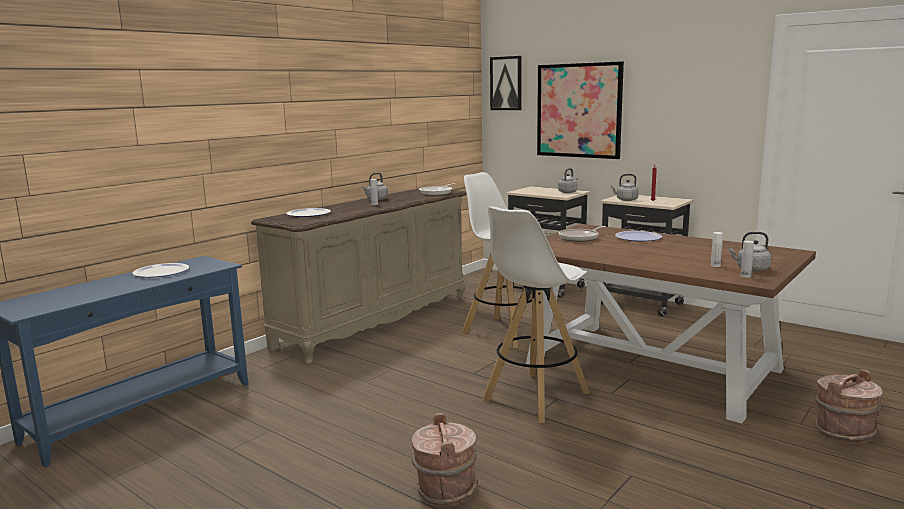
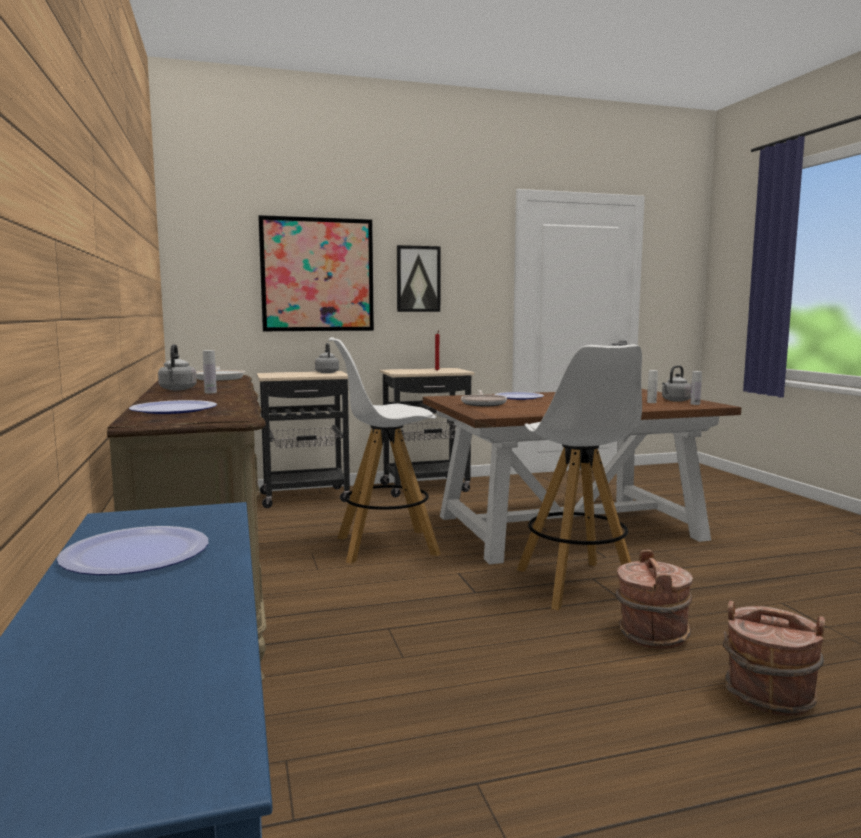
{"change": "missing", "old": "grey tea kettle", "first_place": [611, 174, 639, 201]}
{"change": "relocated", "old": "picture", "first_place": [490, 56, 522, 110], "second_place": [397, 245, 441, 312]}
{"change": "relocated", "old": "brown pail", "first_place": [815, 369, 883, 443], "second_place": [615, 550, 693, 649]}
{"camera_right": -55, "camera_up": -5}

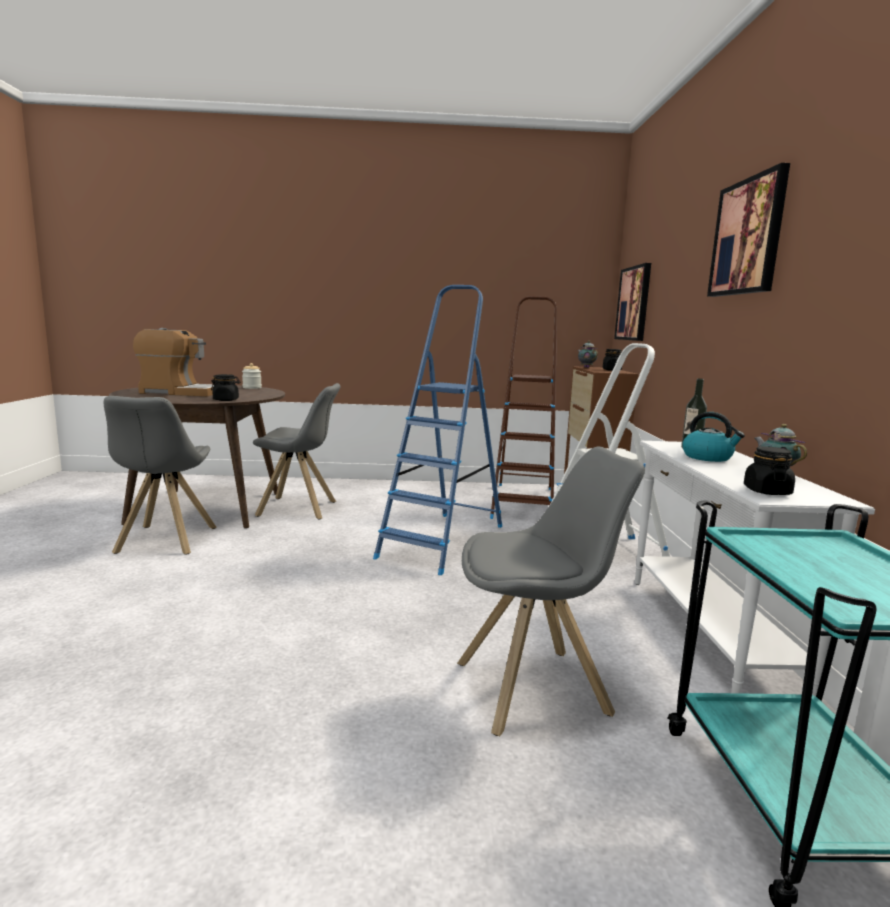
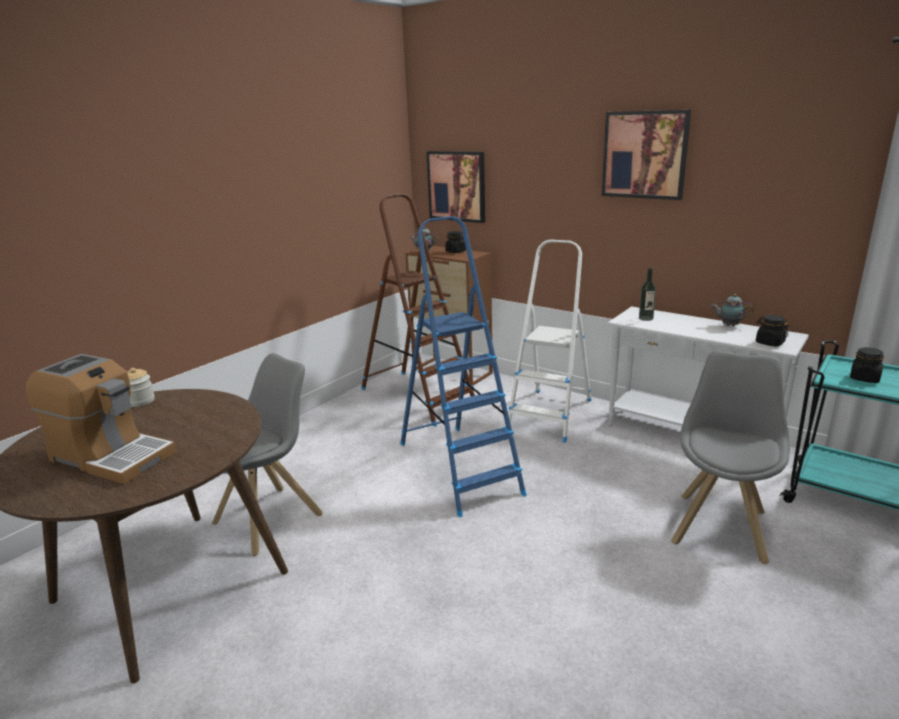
{"change": "missing", "old": "grey upright chair", "first_place": [104, 396, 217, 555]}
{"change": "missing", "old": "tea kettle", "first_place": [682, 412, 745, 462]}
{"change": "relocated", "old": "blackish jar", "first_place": [211, 374, 240, 401], "second_place": [850, 347, 884, 383]}
{"change": "spun", "old": "coffee brewer", "first_place": [133, 328, 216, 396], "second_place": [26, 354, 177, 484], "degrees": 75}
{"camera_right": -50, "camera_up": 10}

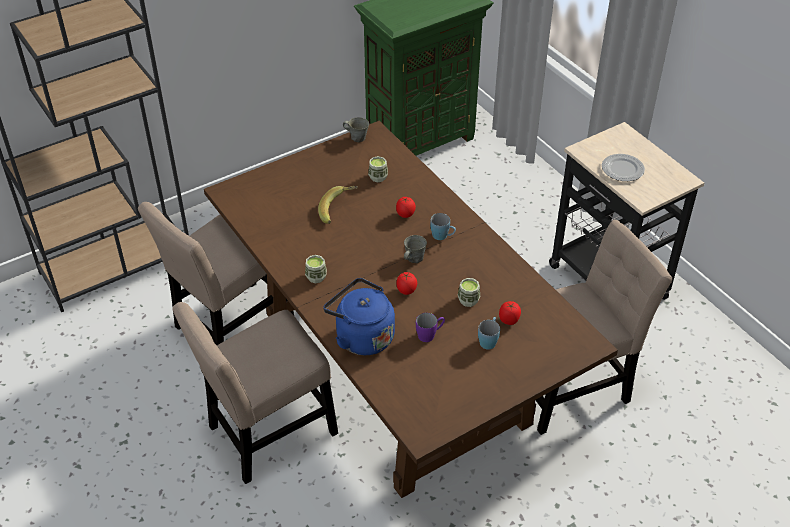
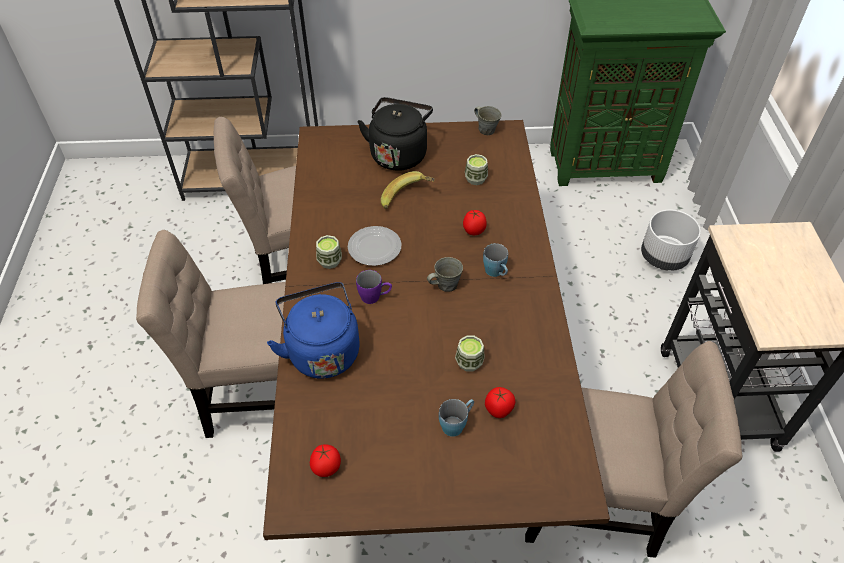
{"change": "appeared", "new": "blackish tea kettle", "second_place": [357, 97, 433, 171]}
{"change": "appeared", "new": "whitish planter", "second_place": [641, 210, 701, 271]}
{"change": "relocated", "old": "whole tomato", "first_place": [396, 272, 417, 295], "second_place": [310, 444, 341, 477]}
{"change": "relocated", "old": "purplish mug", "first_place": [416, 313, 445, 342], "second_place": [356, 270, 392, 304]}
{"change": "relocated", "old": "dinner plate", "first_place": [602, 154, 645, 181], "second_place": [348, 226, 402, 266]}
{"camera_right": 30, "camera_up": 5}

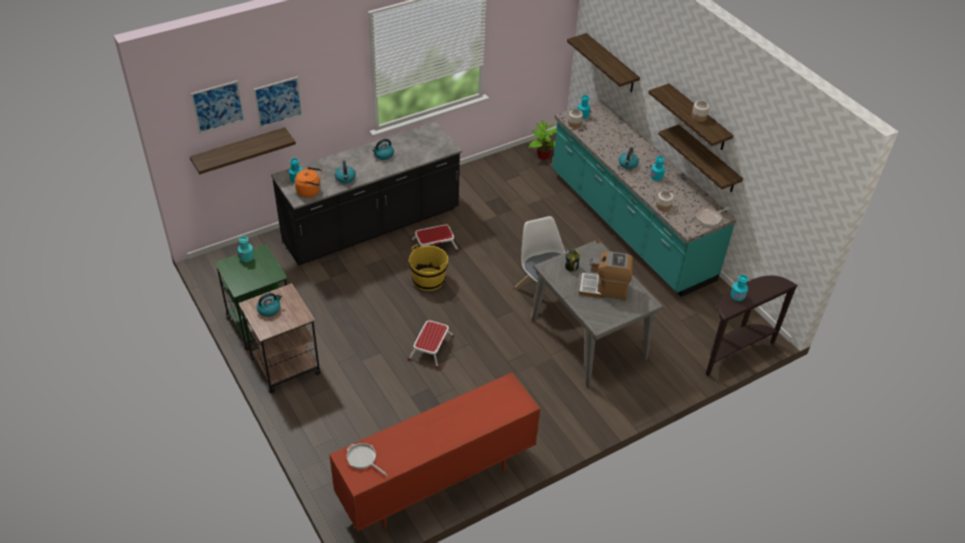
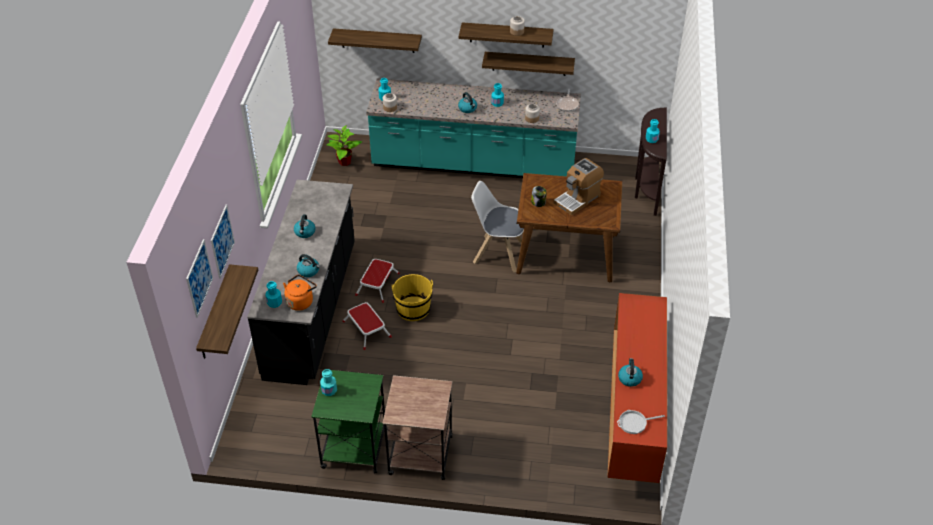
{"change": "relocated", "old": "tea kettle", "first_place": [257, 293, 282, 317], "second_place": [618, 358, 643, 387]}
{"change": "relocated", "old": "red stepladder", "first_place": [408, 320, 454, 369], "second_place": [342, 302, 392, 350]}
{"change": "colour", "old": "grey kitchen table", "new": "brown kitchen table", "first_place": [531, 240, 663, 387], "second_place": [516, 173, 622, 282]}
{"camera_right": -50, "camera_up": 0}

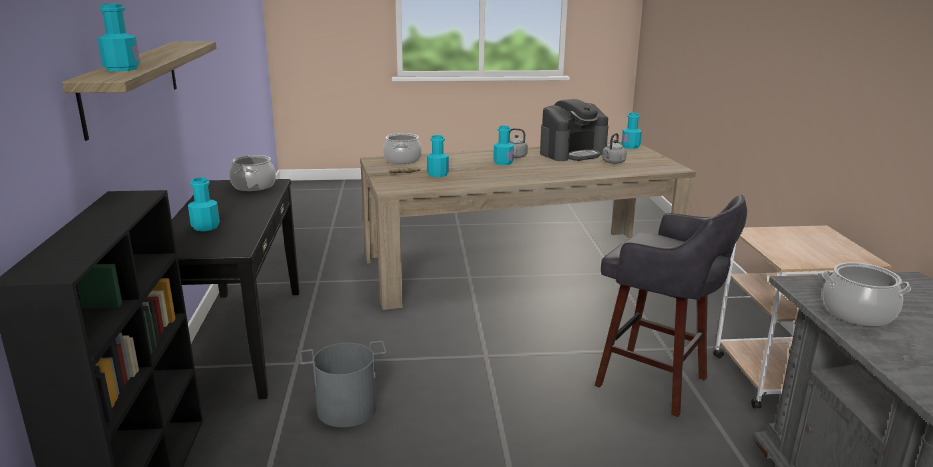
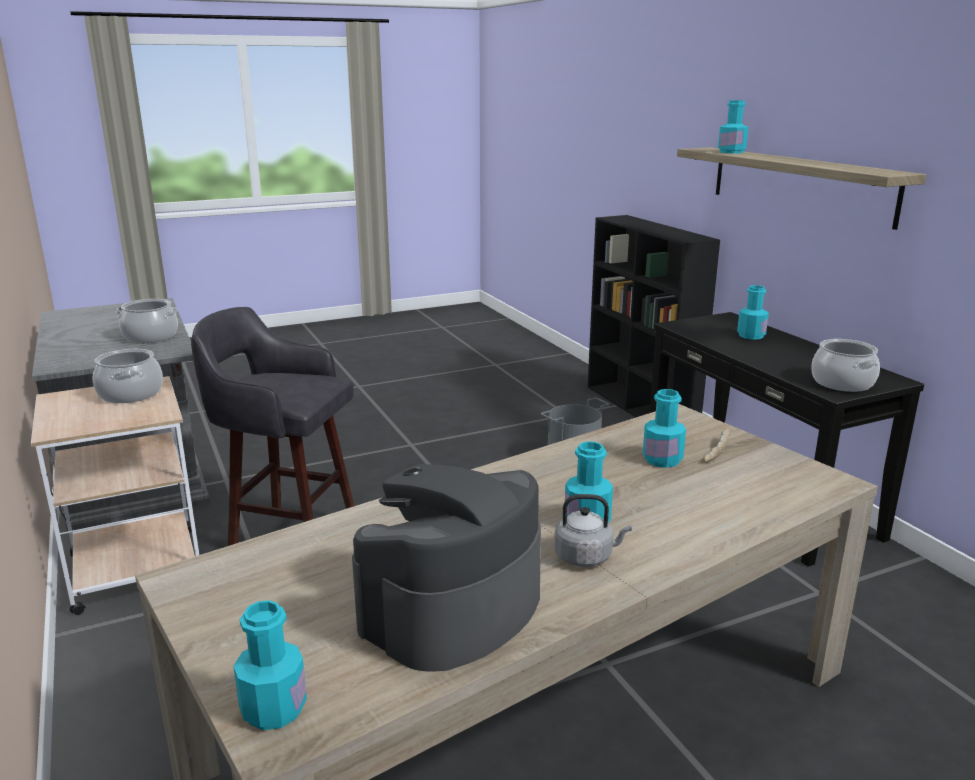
{"change": "missing", "old": "grey tea kettle", "first_place": [602, 133, 627, 164]}
{"change": "relocated", "old": "saucepot", "first_place": [383, 133, 422, 164], "second_place": [93, 349, 163, 403]}
{"camera_right": 160, "camera_up": 0}

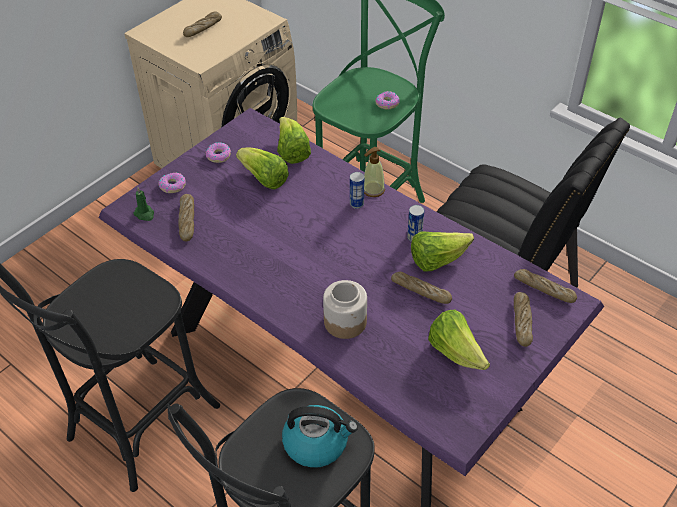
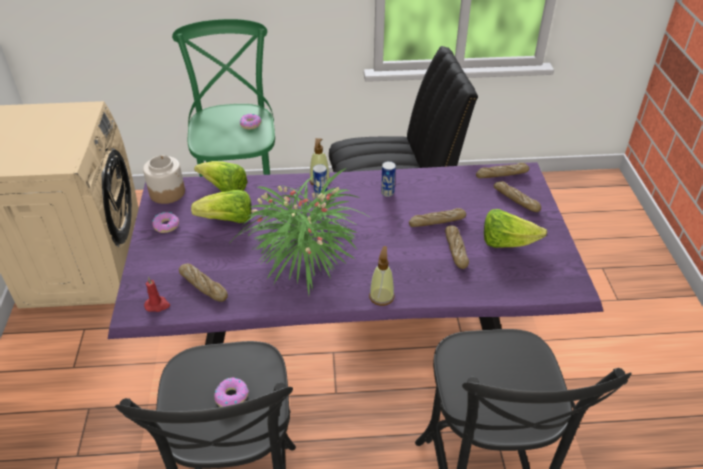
{"change": "missing", "old": "tea kettle", "first_place": [282, 405, 358, 468]}
{"change": "missing", "old": "lettuce head", "first_place": [411, 231, 474, 272]}
{"change": "appeared", "new": "plant in a pot", "second_place": [228, 168, 371, 295]}
{"change": "appeared", "new": "soap bottle", "second_place": [369, 246, 395, 306]}
{"change": "relocated", "old": "donut", "first_place": [158, 173, 186, 193], "second_place": [214, 378, 249, 407]}
{"change": "relocated", "old": "bread", "first_place": [183, 11, 222, 37], "second_place": [445, 225, 469, 269]}
{"change": "relocated", "old": "jar", "first_place": [323, 280, 367, 339], "second_place": [143, 155, 185, 204]}
{"change": "colour", "old": "green wax candle", "new": "red wax candle", "first_place": [134, 187, 154, 221], "second_place": [144, 277, 170, 312]}
{"camera_right": -45, "camera_up": -5}

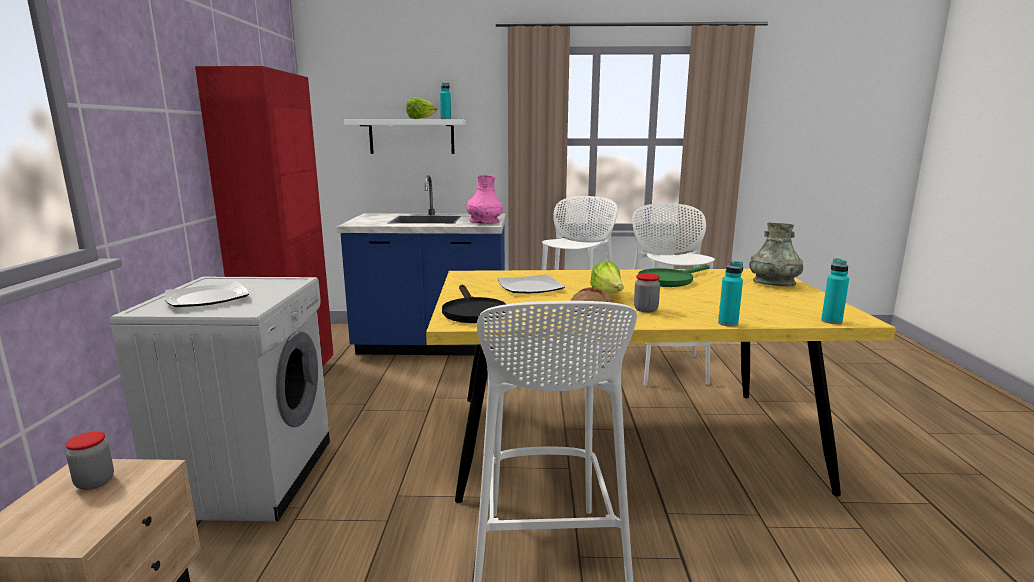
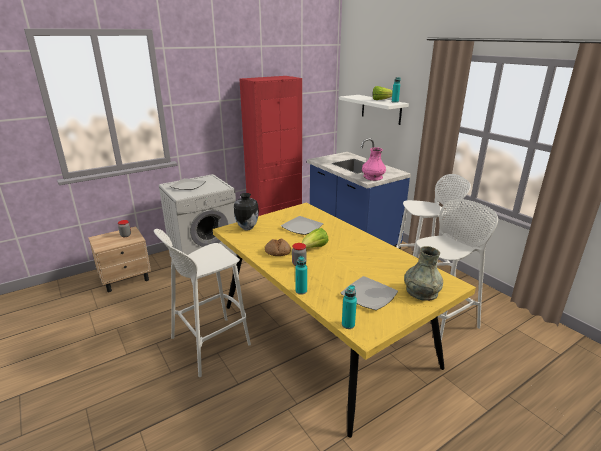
{"change": "missing", "old": "green skillet", "first_place": [638, 265, 710, 287]}
{"change": "appeared", "new": "dinner plate", "second_place": [341, 276, 398, 310]}
{"change": "exchanged", "old": "blackish skillet", "new": "decorative vase", "first_place": [442, 285, 506, 323], "second_place": [234, 193, 259, 230]}
{"camera_right": 55, "camera_up": 10}

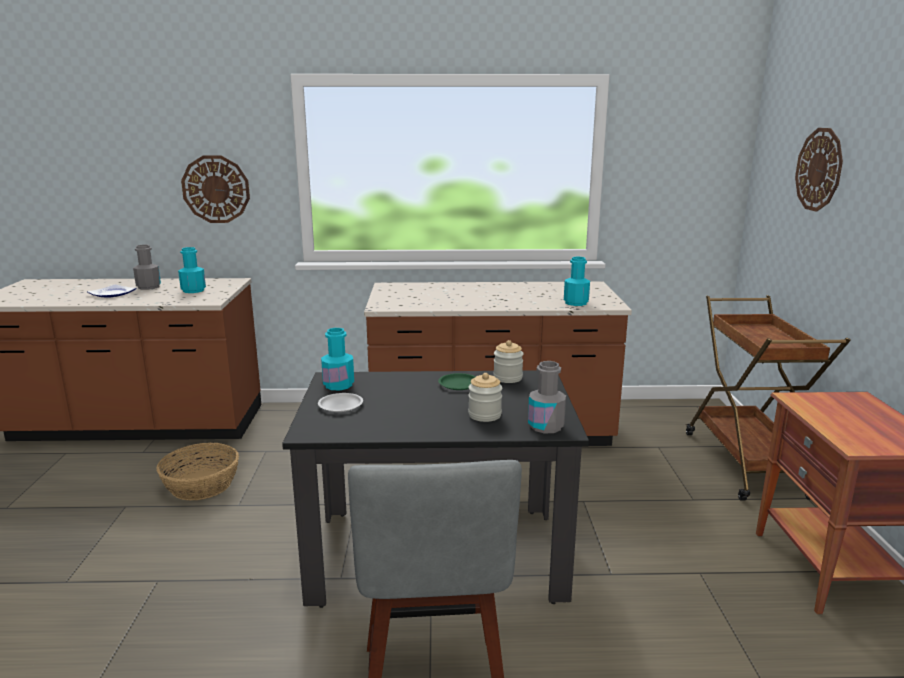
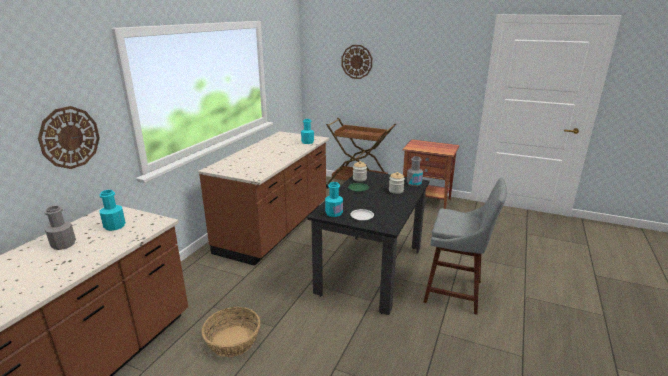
{"change": "missing", "old": "dinner plate", "first_place": [87, 284, 137, 297]}
{"camera_right": -65, "camera_up": 5}

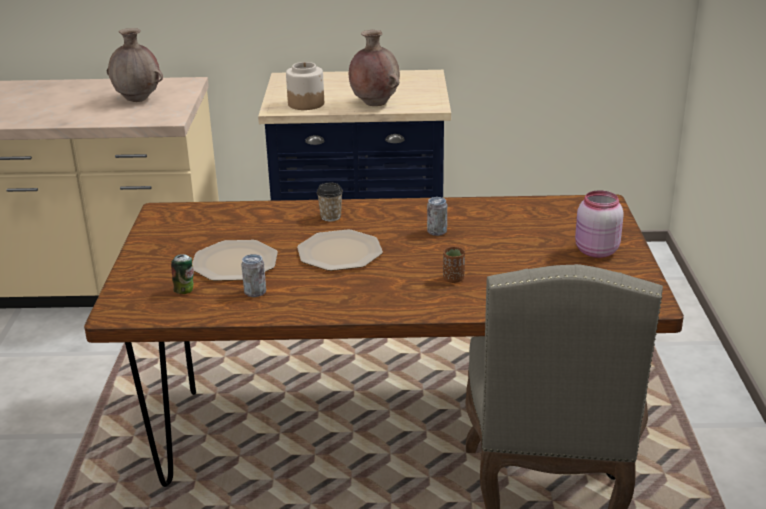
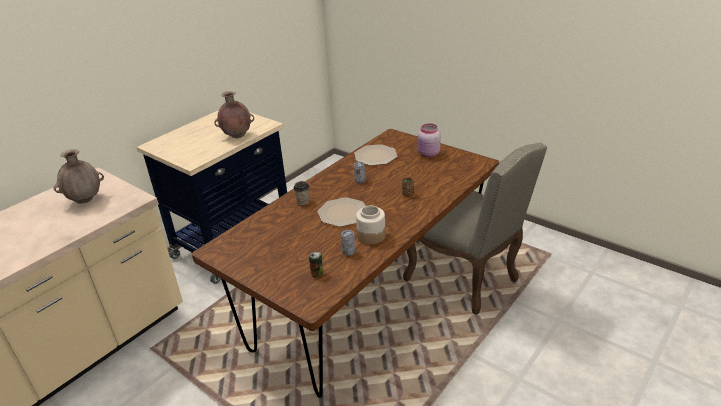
{"change": "relocated", "old": "dinner plate", "first_place": [192, 240, 278, 281], "second_place": [354, 144, 397, 166]}
{"change": "relocated", "old": "jar", "first_place": [286, 62, 324, 110], "second_place": [356, 206, 386, 245]}
{"camera_right": -50, "camera_up": 5}

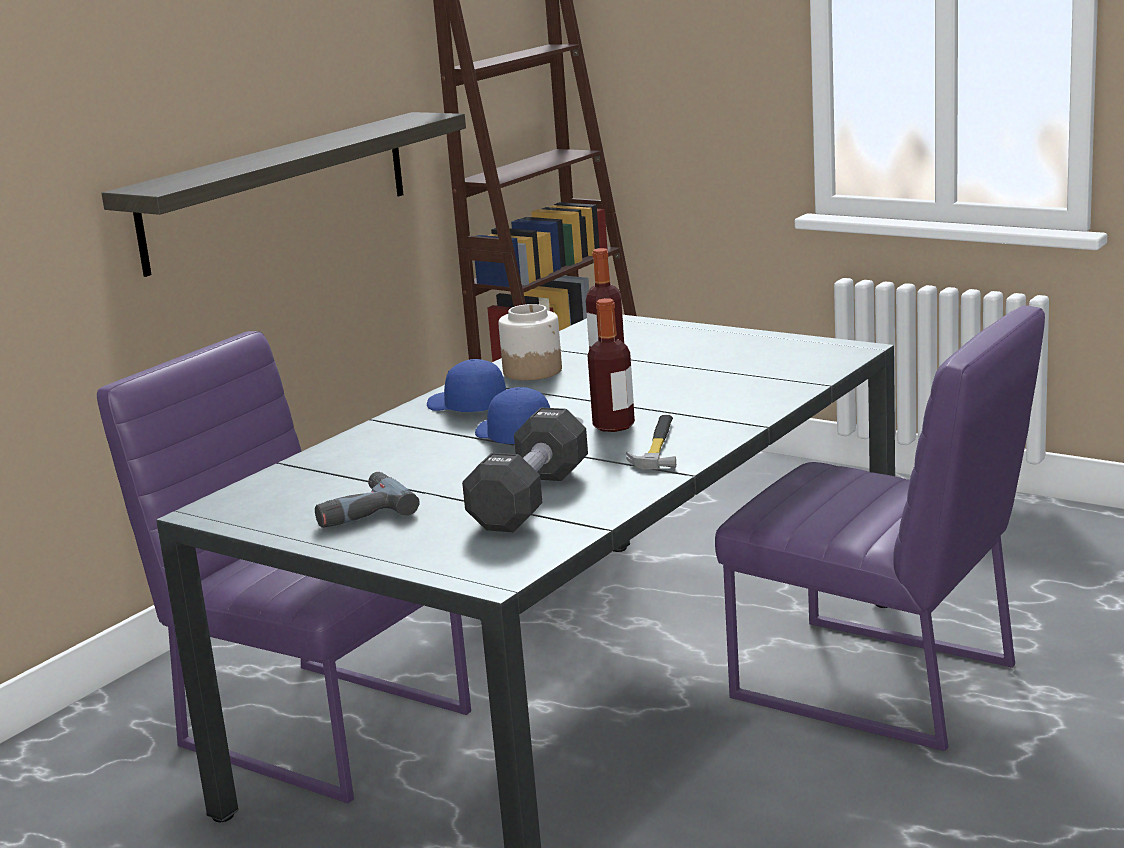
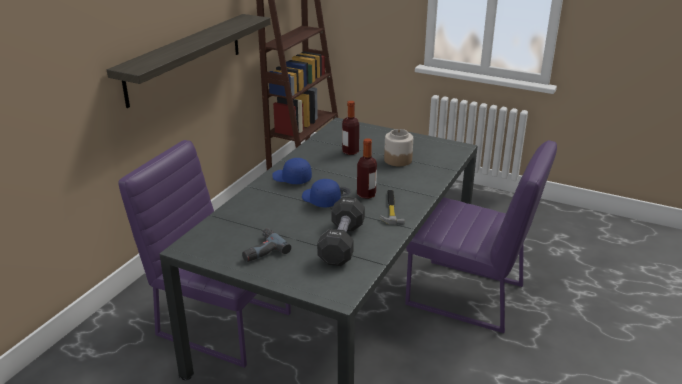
{"change": "relocated", "old": "jar", "first_place": [499, 304, 562, 381], "second_place": [384, 129, 413, 166]}
{"camera_right": -10, "camera_up": 10}

